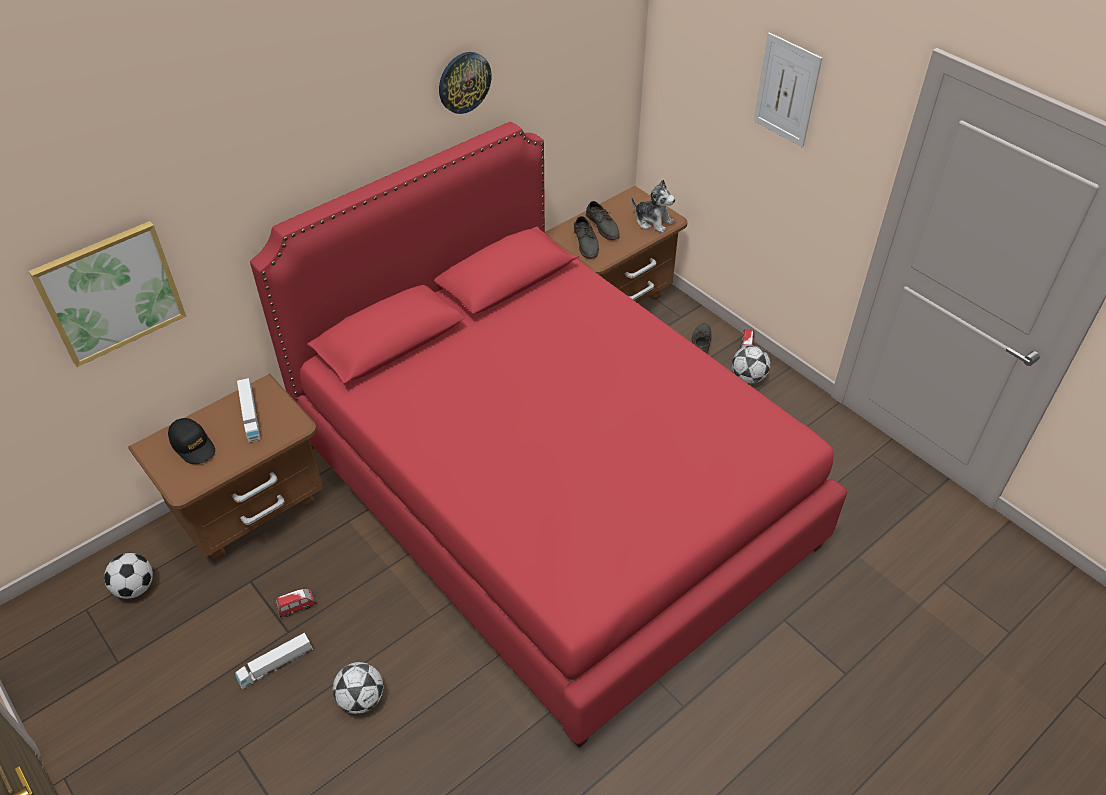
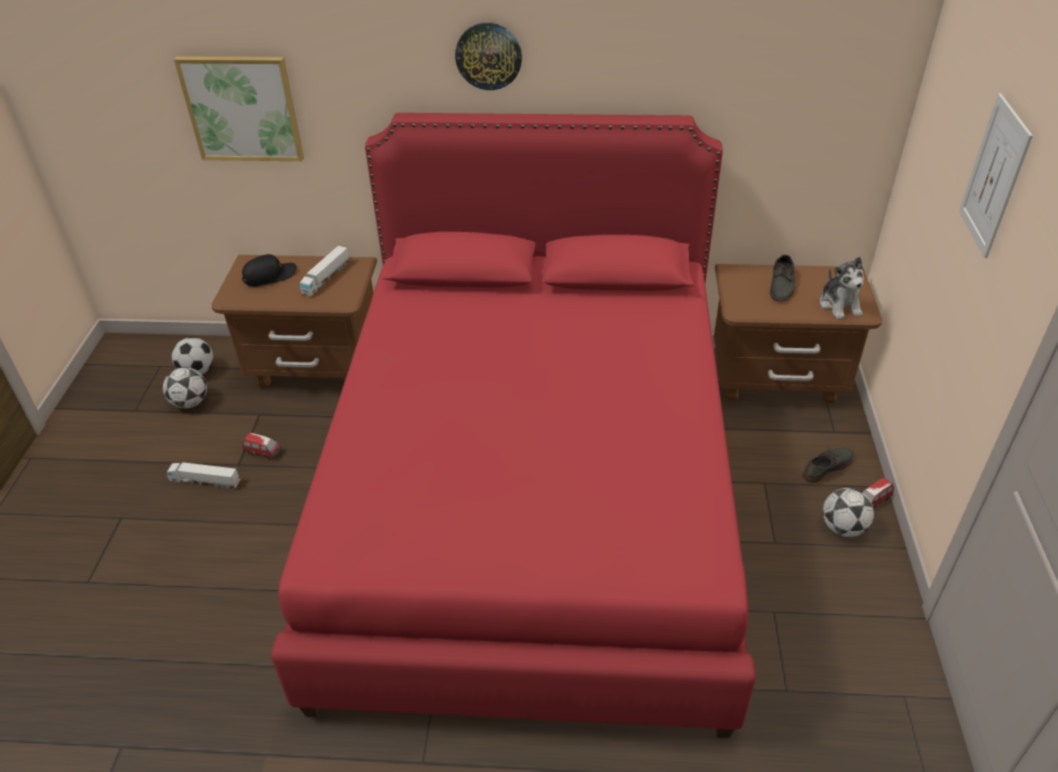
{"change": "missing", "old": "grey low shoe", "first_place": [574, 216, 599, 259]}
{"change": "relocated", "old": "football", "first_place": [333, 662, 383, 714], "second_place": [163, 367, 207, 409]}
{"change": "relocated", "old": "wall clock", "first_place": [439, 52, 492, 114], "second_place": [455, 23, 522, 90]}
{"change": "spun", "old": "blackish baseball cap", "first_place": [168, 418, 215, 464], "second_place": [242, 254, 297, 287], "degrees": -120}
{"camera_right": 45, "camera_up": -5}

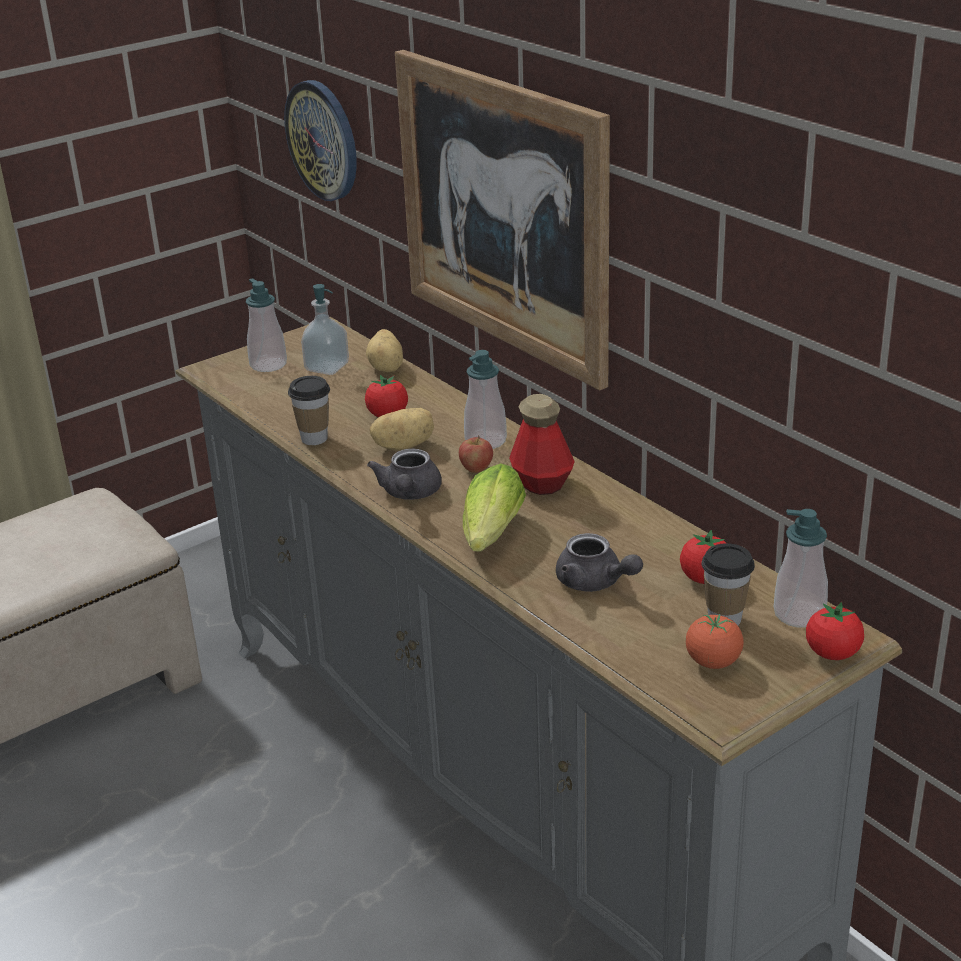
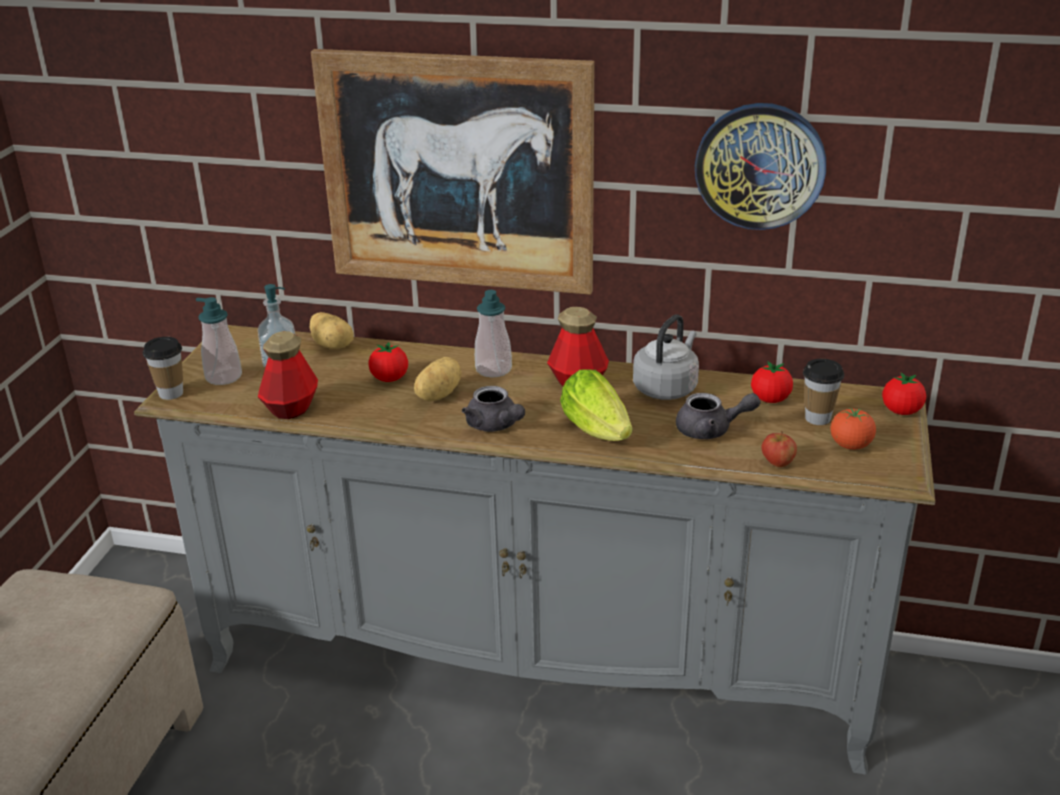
{"change": "missing", "old": "soap bottle", "first_place": [774, 509, 828, 628]}
{"change": "appeared", "new": "bottle", "second_place": [258, 331, 318, 419]}
{"change": "appeared", "new": "grey tea kettle", "second_place": [633, 314, 699, 400]}
{"change": "relocated", "old": "wall clock", "first_place": [284, 80, 357, 201], "second_place": [695, 103, 826, 230]}
{"change": "relocated", "old": "cup", "first_place": [288, 376, 330, 445], "second_place": [143, 337, 183, 400]}
{"change": "relocated", "old": "whole apple", "first_place": [459, 435, 493, 473], "second_place": [762, 431, 797, 467]}
{"camera_right": -40, "camera_up": 0}

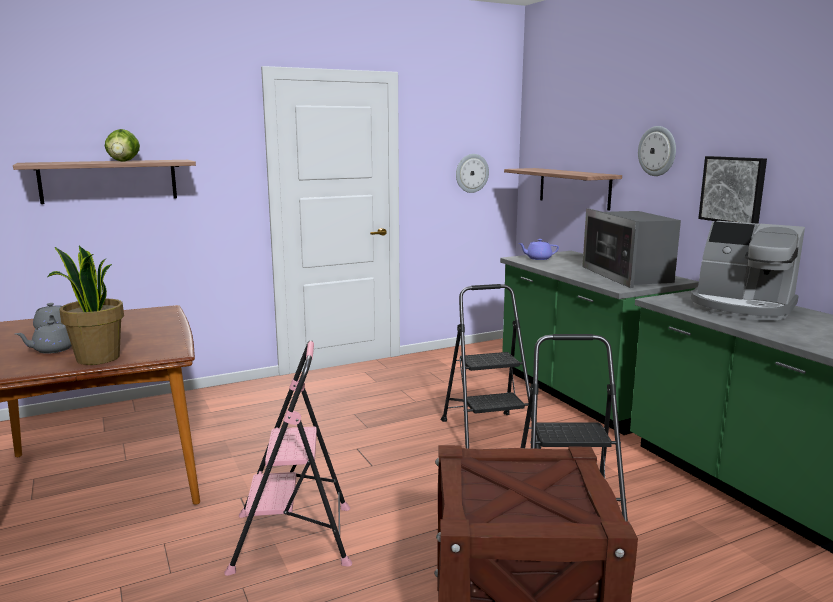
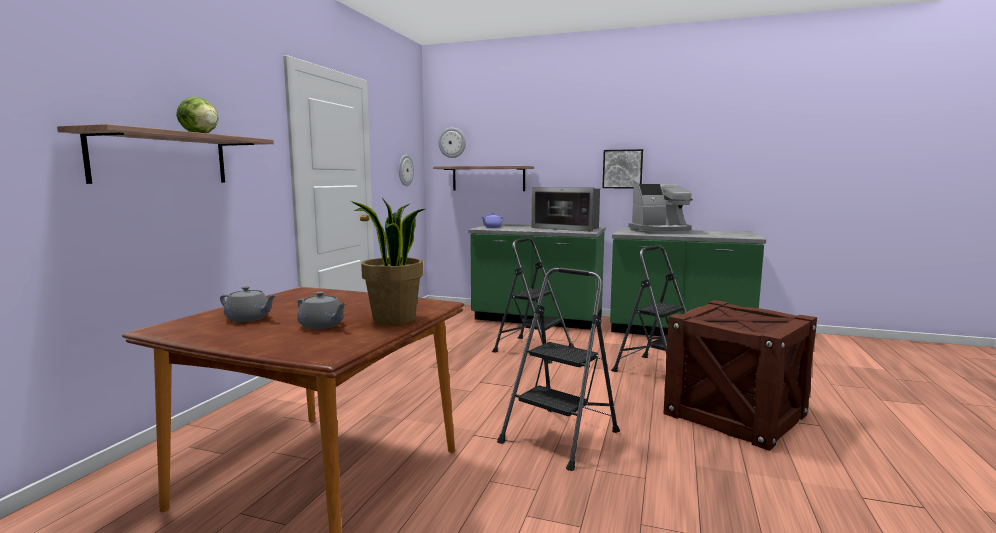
{"change": "relocated", "old": "wall clock", "first_place": [638, 126, 676, 176], "second_place": [439, 128, 466, 158]}
{"change": "colour", "old": "pink-coloured stepladder", "new": "blackish stepladder", "first_place": [224, 340, 352, 576], "second_place": [497, 267, 620, 471]}
{"change": "spun", "old": "grey teapot", "first_place": [15, 320, 72, 354], "second_place": [297, 291, 346, 329], "degrees": -60}
{"camera_right": -45, "camera_up": -5}

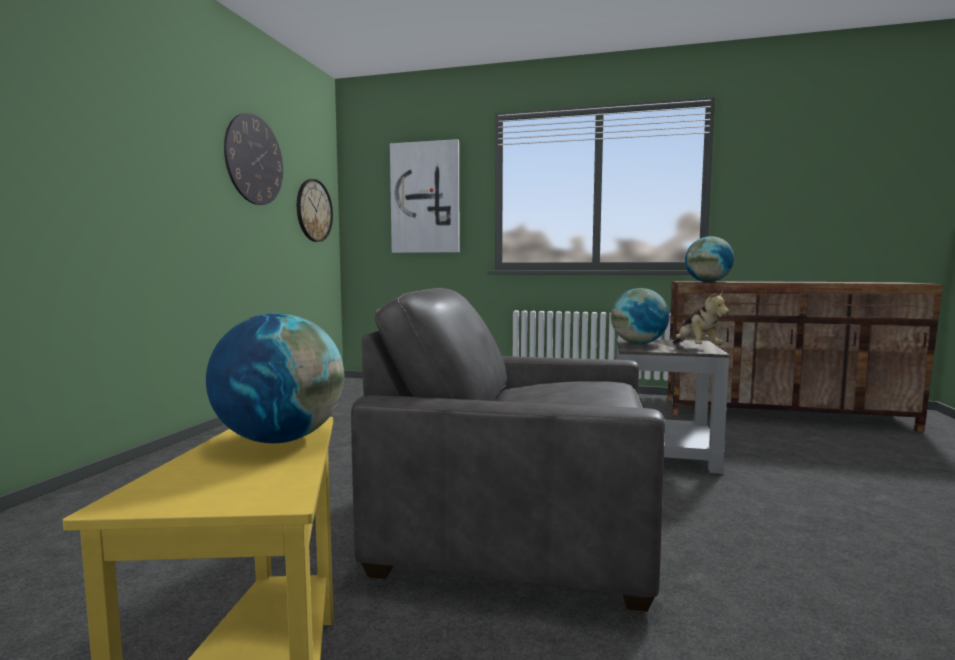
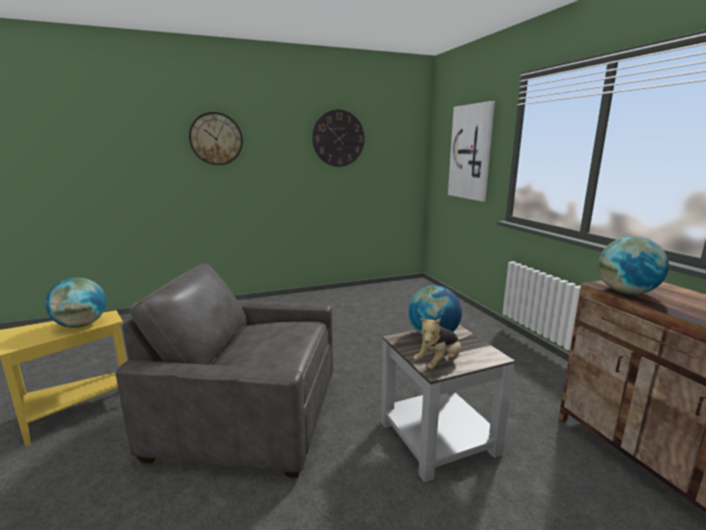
{"change": "relocated", "old": "wall clock", "first_place": [297, 179, 333, 242], "second_place": [189, 112, 243, 165]}
{"change": "spun", "old": "grey easy chair", "first_place": [351, 288, 665, 612], "second_place": [116, 263, 333, 478], "degrees": -60}
{"camera_right": 55, "camera_up": 10}

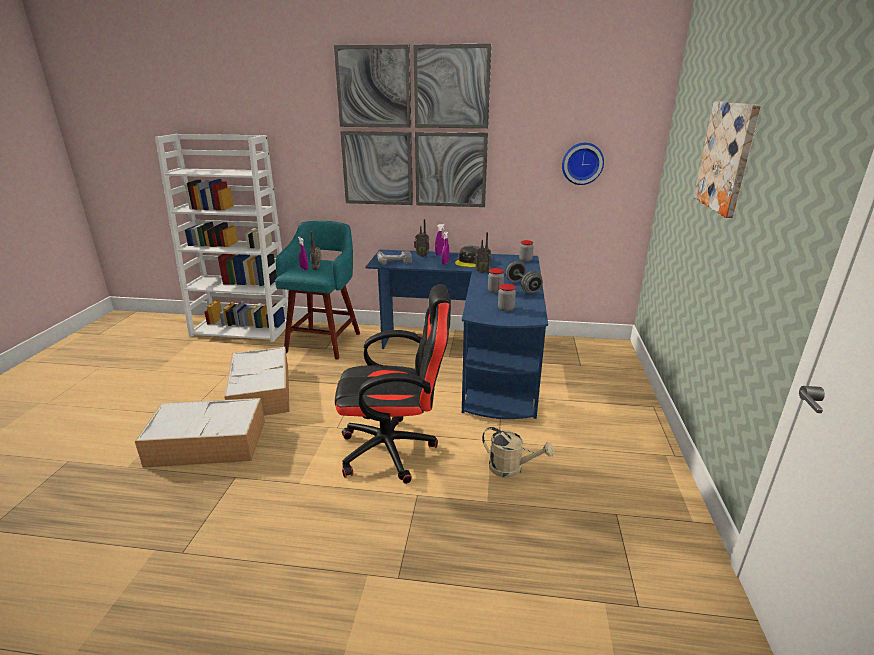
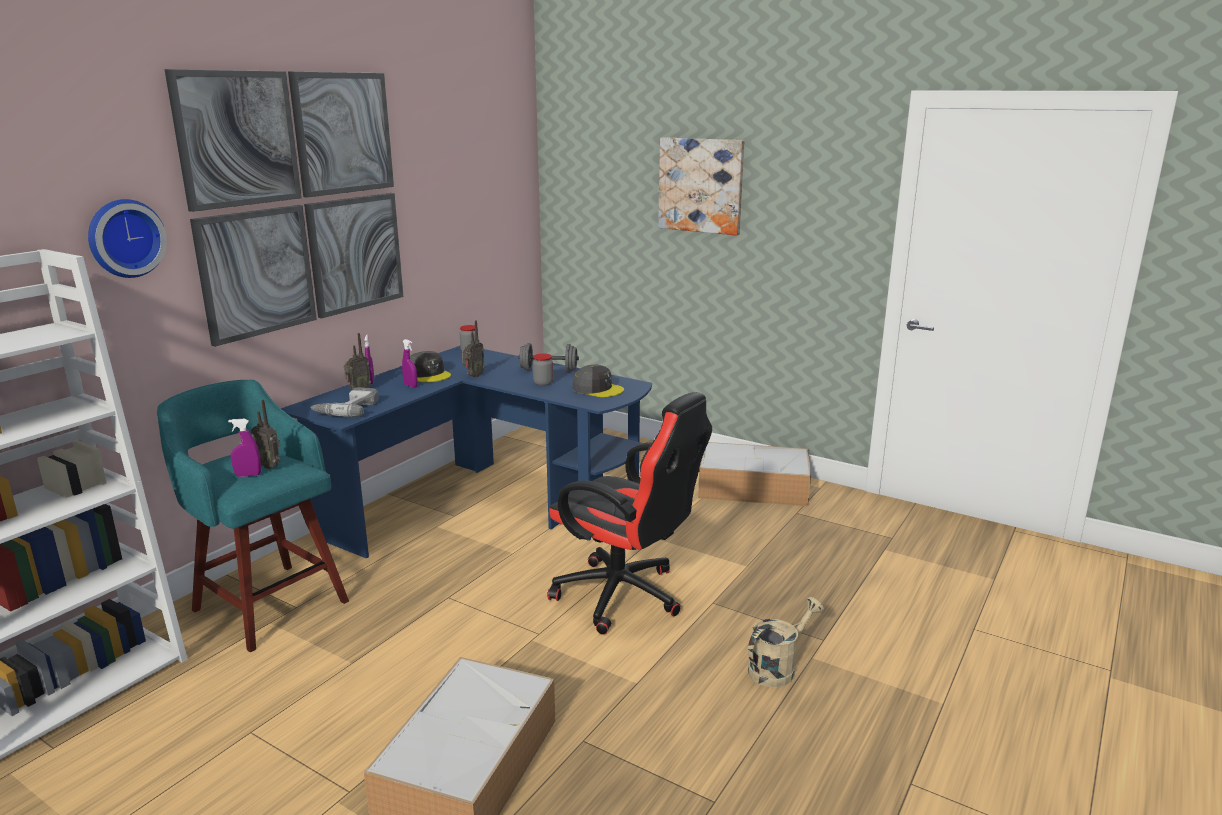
{"change": "relocated", "old": "storage box", "first_place": [224, 347, 290, 416], "second_place": [698, 442, 811, 506]}
{"change": "relocated", "old": "beige sprinkling can", "first_place": [482, 427, 554, 478], "second_place": [748, 597, 824, 687]}
{"change": "relocated", "old": "wall clock", "first_place": [562, 143, 604, 185], "second_place": [88, 199, 167, 278]}
{"change": "exchanged", "old": "jar", "new": "grey baseball cap", "first_place": [498, 284, 516, 312], "second_place": [573, 365, 624, 397]}
{"change": "spun", "old": "blackish computer chair", "first_place": [335, 284, 451, 484], "second_place": [547, 392, 712, 635], "degrees": 105}
{"camera_right": -65, "camera_up": -5}

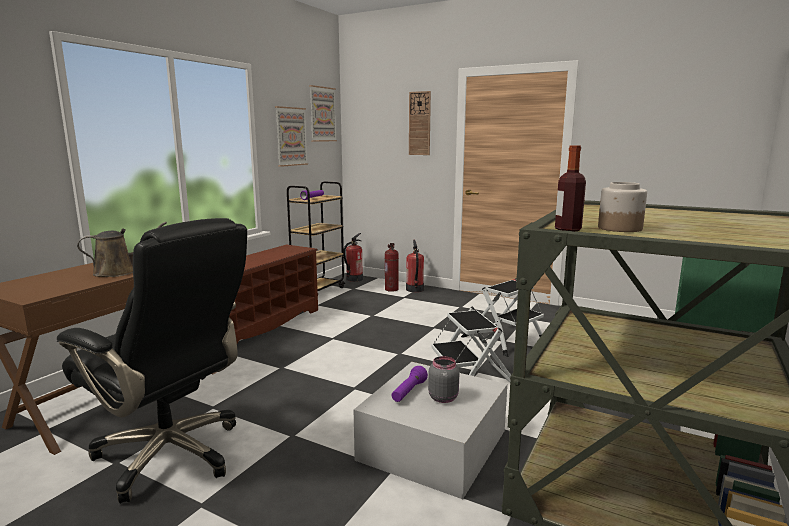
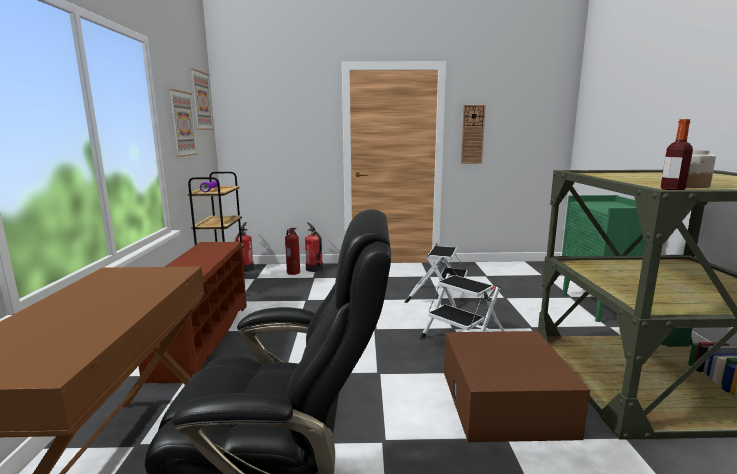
{"change": "missing", "old": "brown sprinkling can", "first_place": [77, 222, 167, 277]}
{"change": "missing", "old": "purplish torch", "first_place": [391, 366, 428, 402]}
{"change": "missing", "old": "grey jar", "first_place": [428, 356, 459, 403]}
{"change": "relocated", "old": "wall clock", "first_place": [409, 91, 431, 155], "second_place": [461, 105, 486, 164]}
{"change": "colour", "old": "whitish storage box", "new": "brown storage box", "first_place": [354, 362, 507, 499], "second_place": [444, 331, 590, 442]}
{"camera_right": -30, "camera_up": 0}

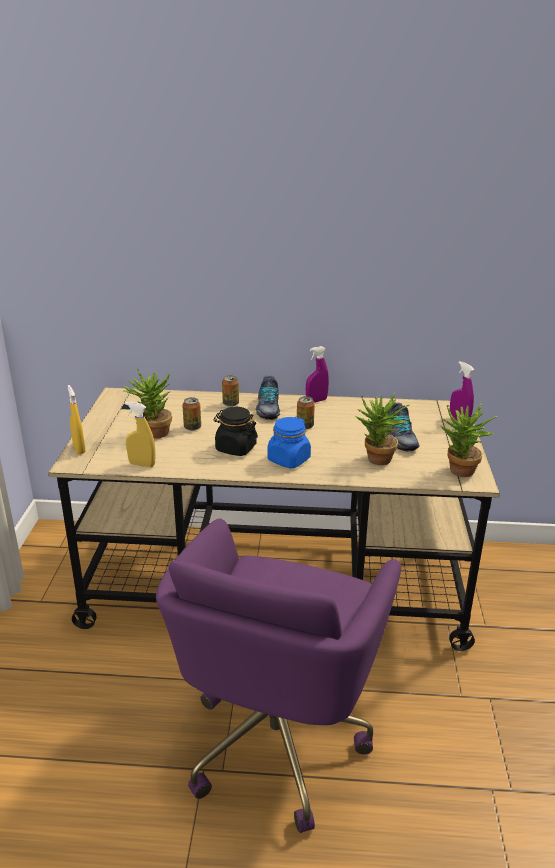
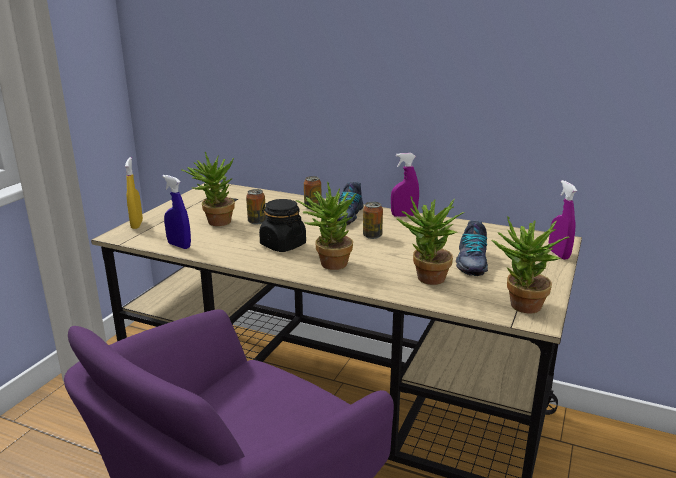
{"change": "exchanged", "old": "blue jar", "new": "plant in a pot", "first_place": [267, 417, 311, 468], "second_place": [295, 182, 357, 270]}
{"change": "colour", "old": "yellowish hand sprayer", "new": "blue hand sprayer", "first_place": [125, 402, 155, 467], "second_place": [162, 175, 191, 249]}
{"camera_right": 20, "camera_up": -5}

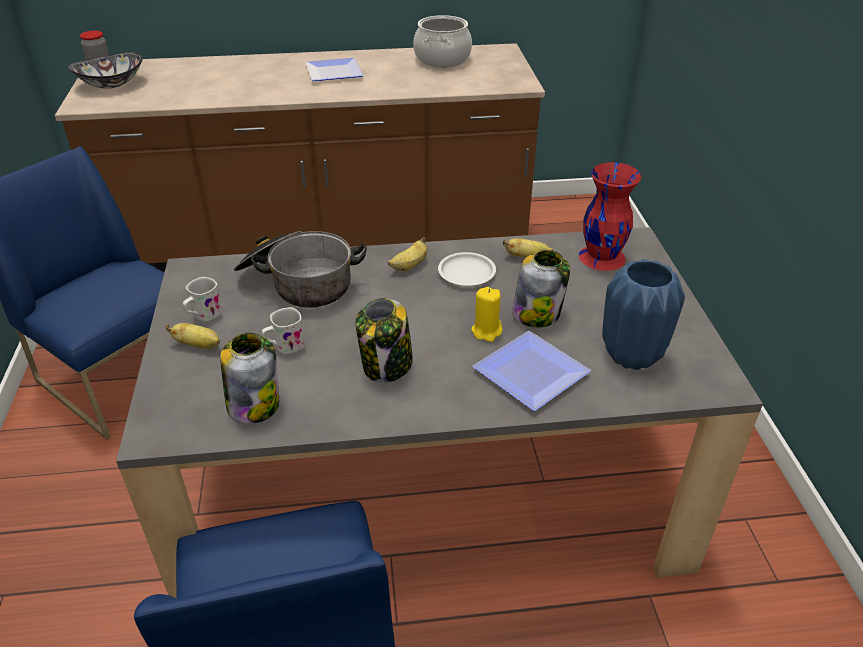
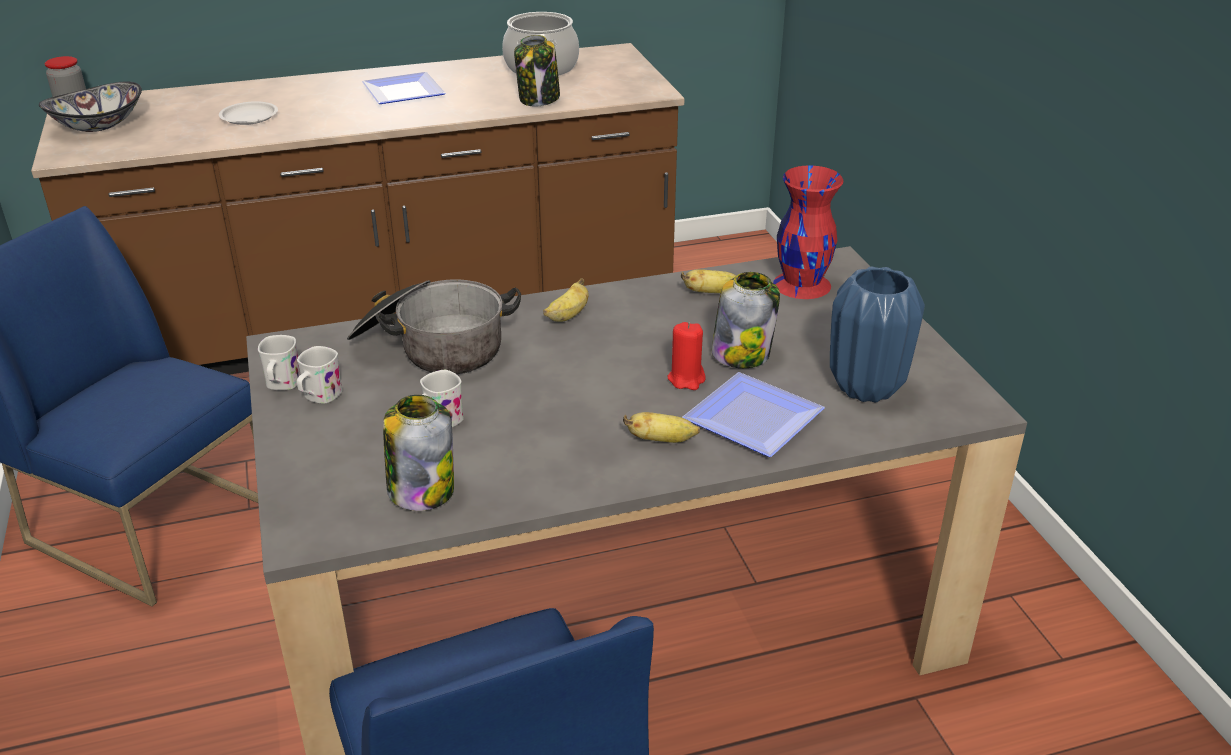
{"change": "appeared", "new": "whitish mug", "second_place": [258, 335, 301, 390]}
{"change": "relocated", "old": "banana", "first_place": [165, 323, 220, 349], "second_place": [623, 412, 700, 443]}
{"change": "relocated", "old": "jar", "first_place": [356, 298, 413, 383], "second_place": [514, 35, 560, 106]}
{"change": "relocated", "old": "whitish dinner plate", "first_place": [438, 252, 496, 286], "second_place": [219, 101, 278, 125]}
{"change": "colour", "old": "yellowish wax candle", "new": "red wax candle", "first_place": [471, 287, 502, 342], "second_place": [668, 322, 706, 390]}
{"camera_right": -10, "camera_up": -5}

